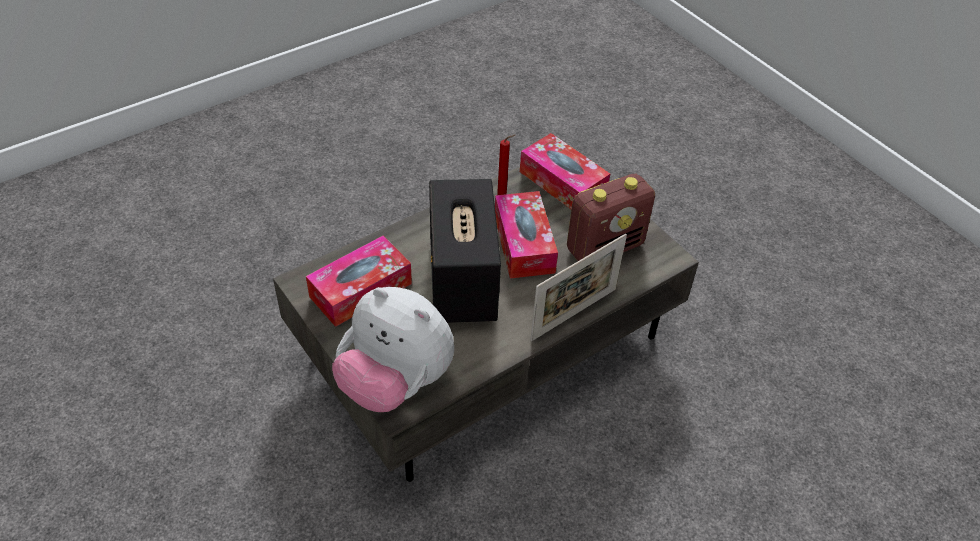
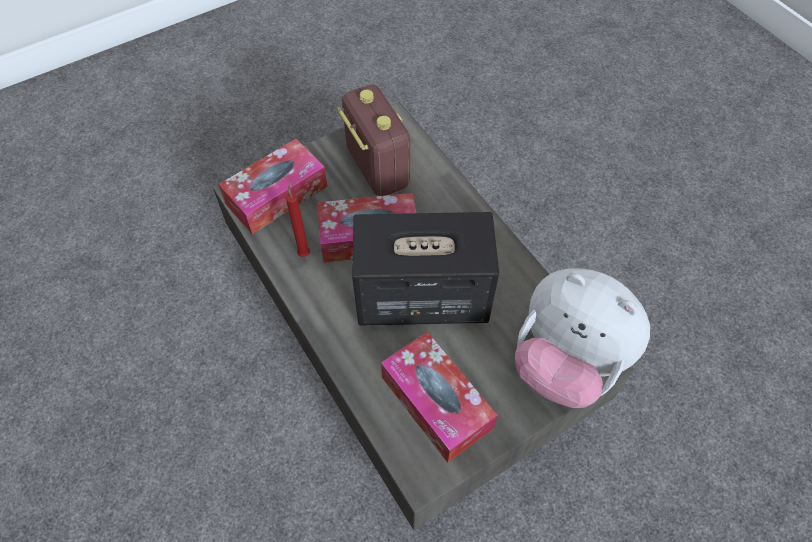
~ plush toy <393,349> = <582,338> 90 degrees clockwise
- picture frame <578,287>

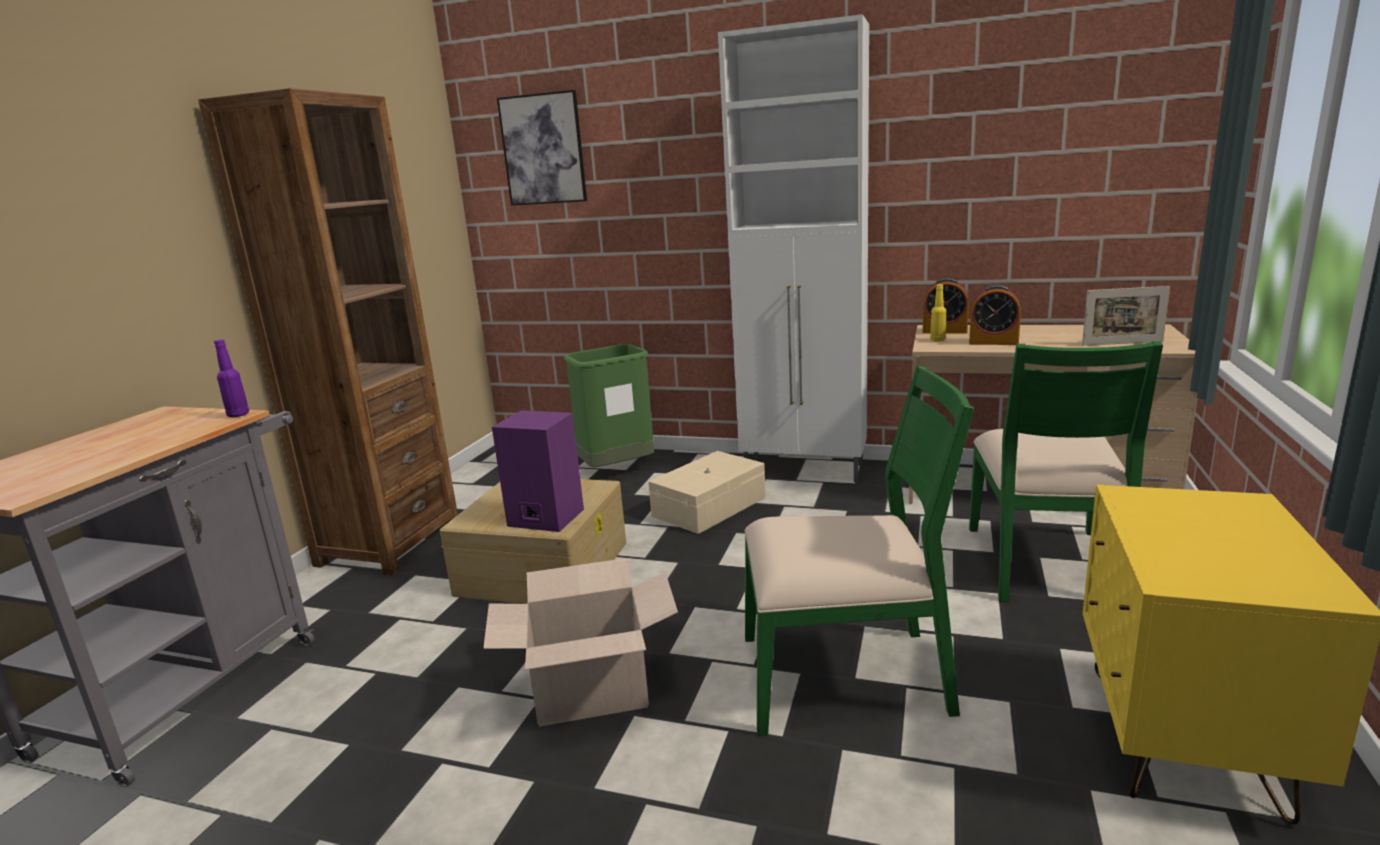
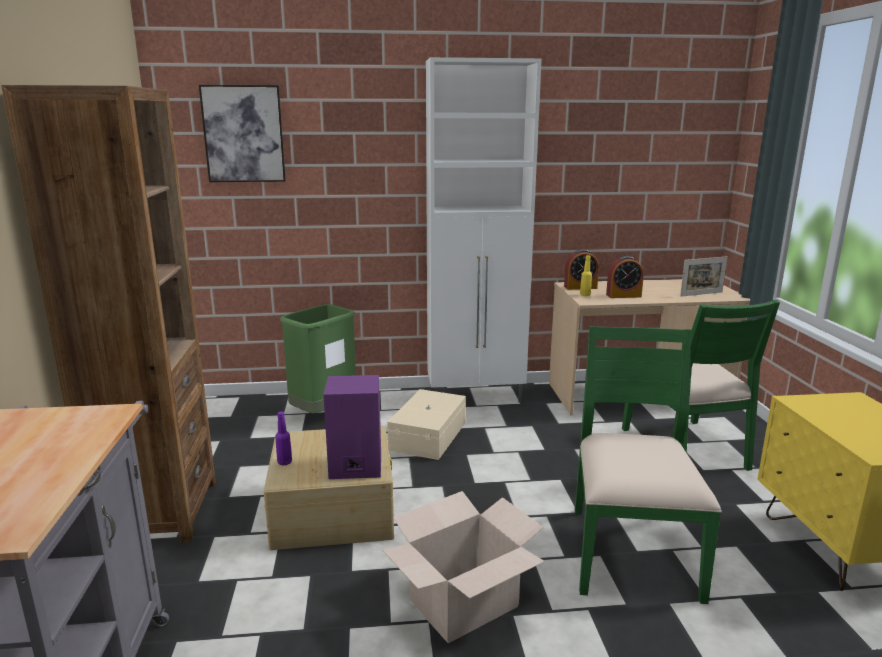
~ purple bottle <231,378> to <283,438>
~ green chair <859,550> = <648,465> 60 degrees counterclockwise

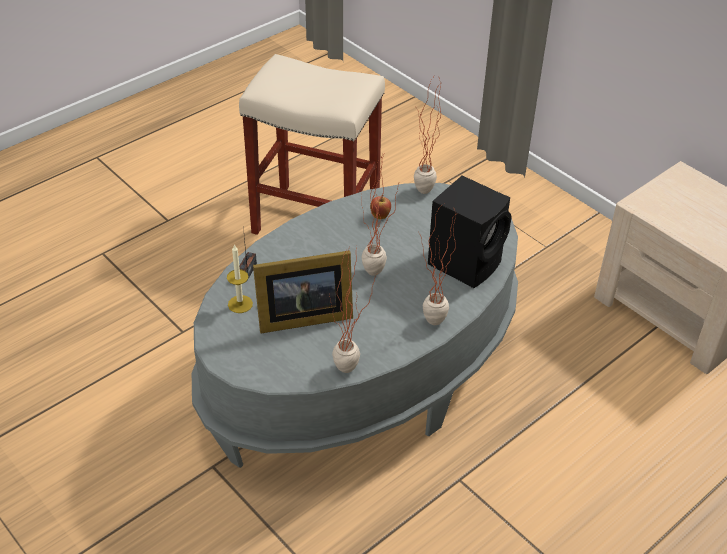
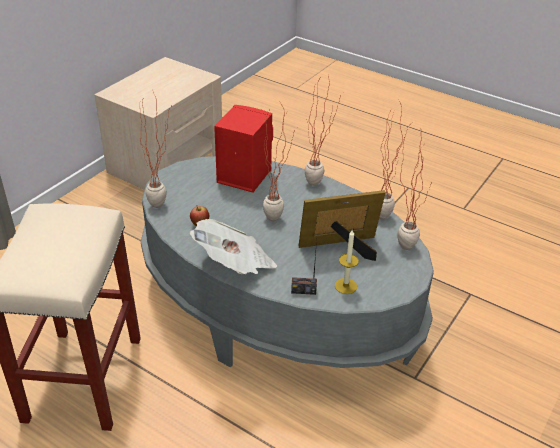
+ newspaper <233,247>
~ black speaker <470,231> to red speaker <243,149>
~ picture frame <303,291> = <342,225> 75 degrees counterclockwise
+ potted plant <413,195>

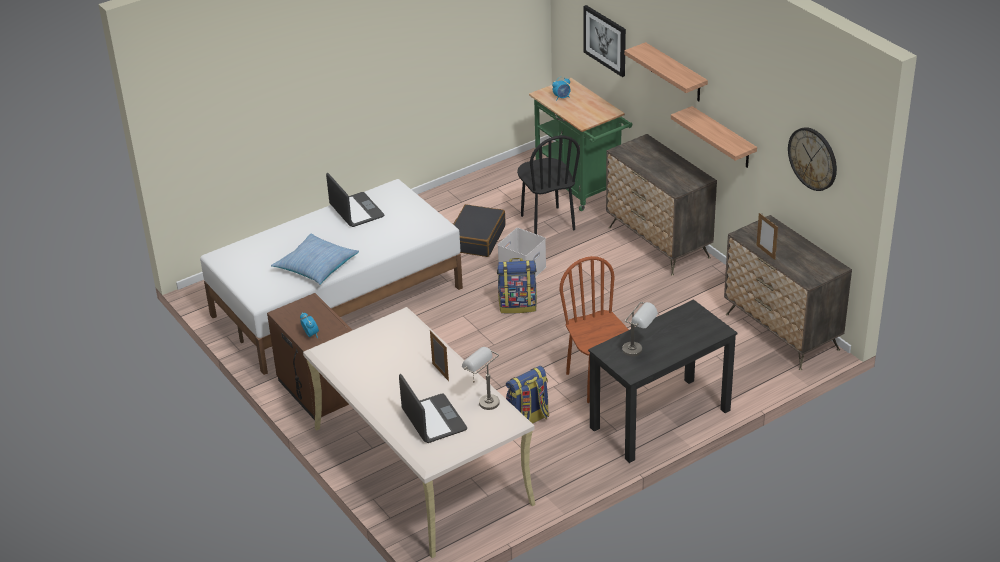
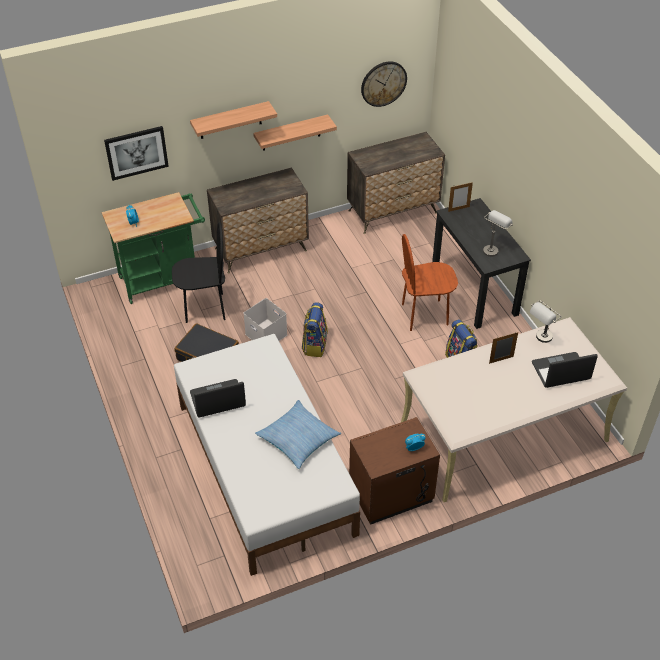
~ picture frame <767,236> to <460,197>

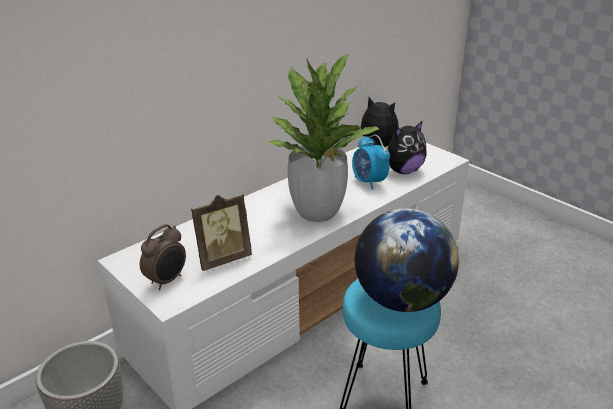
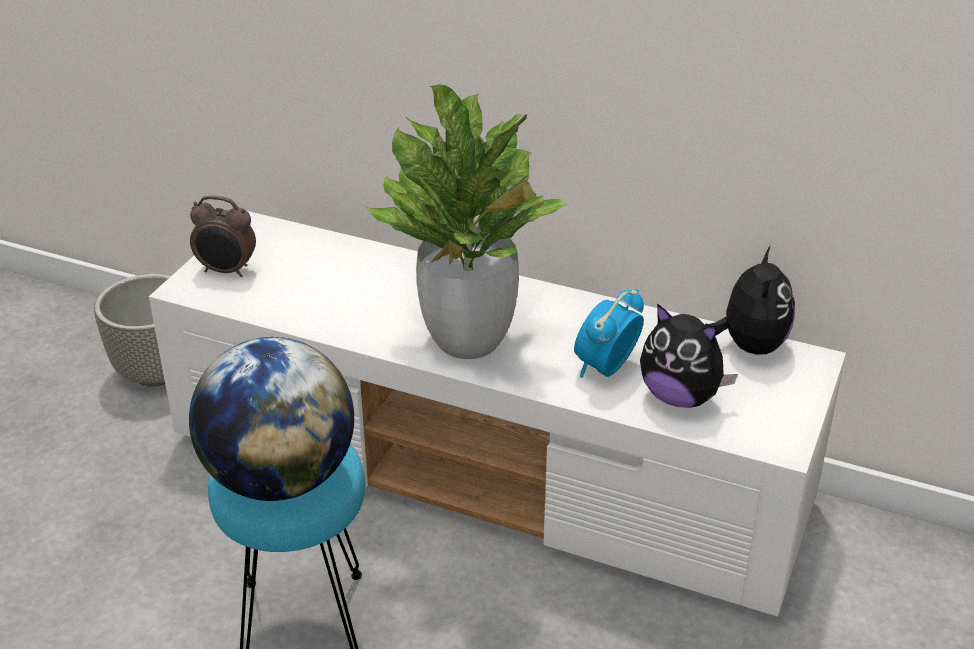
- picture frame <221,232>

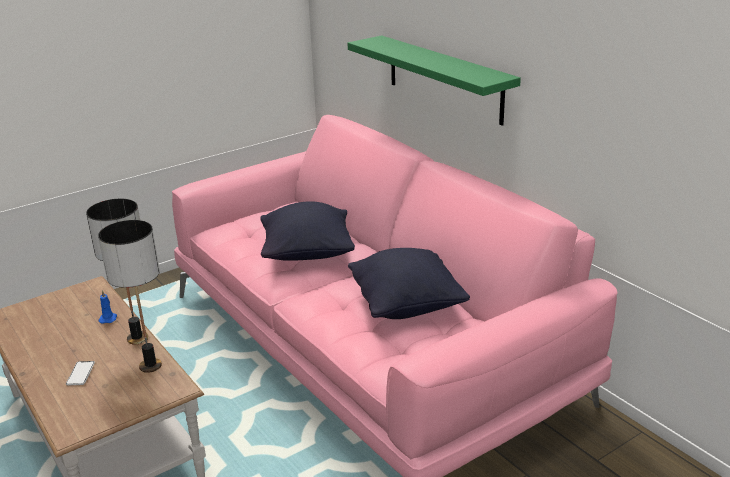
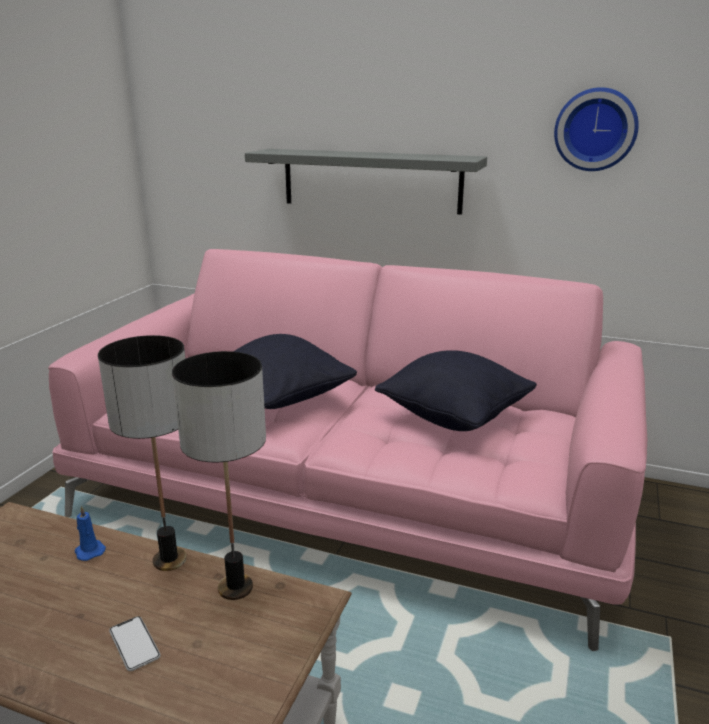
~ green shelf <434,80> to grey shelf <366,182>
+ wall clock <596,129>

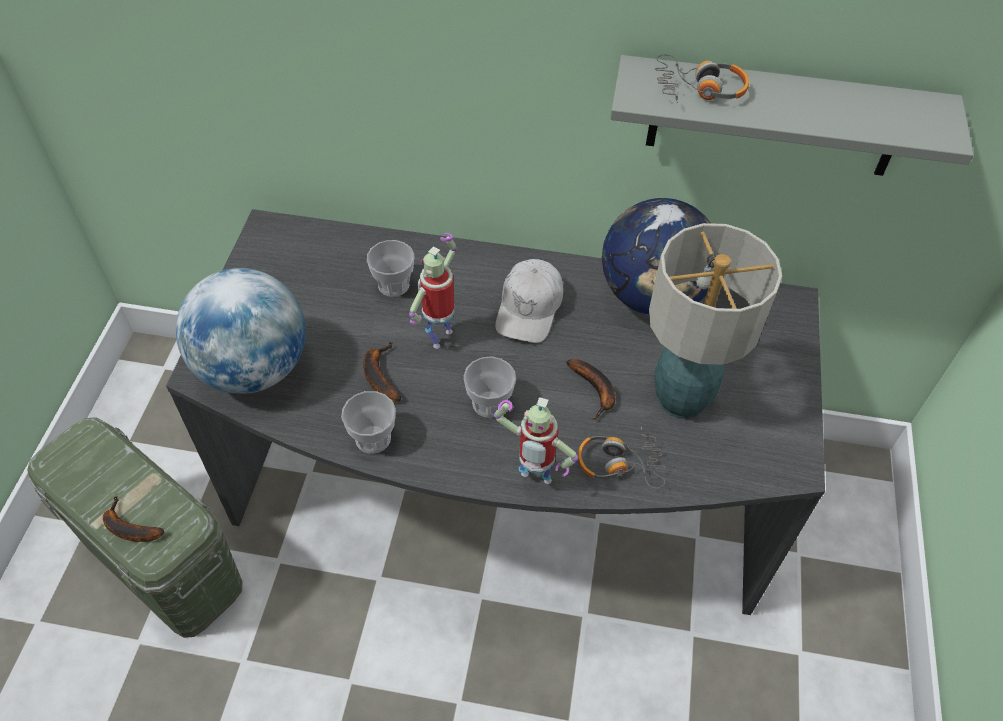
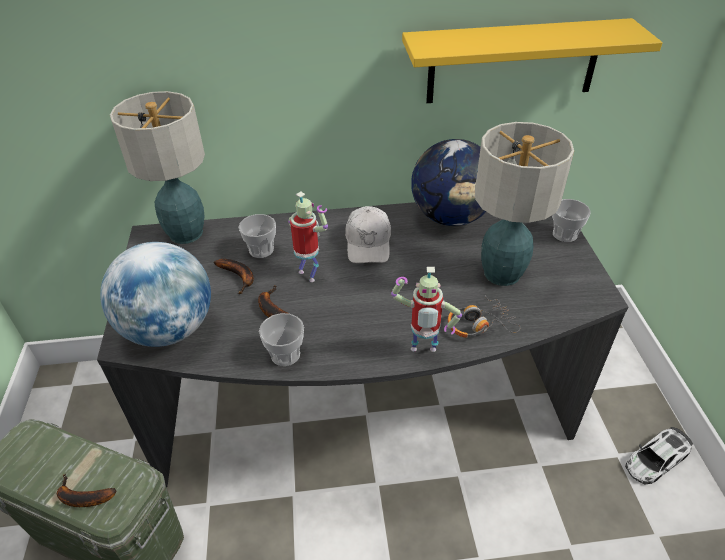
+ table lamp <157,167>
~ banana <590,389> to <234,276>
~ toy robot <433,291> = <308,237> 120 degrees clockwise
~ grey shelf <791,115> to yellow shelf <532,60>
~ cup <489,387> to <571,220>
+ toy car <659,456>
- headphones <702,78>

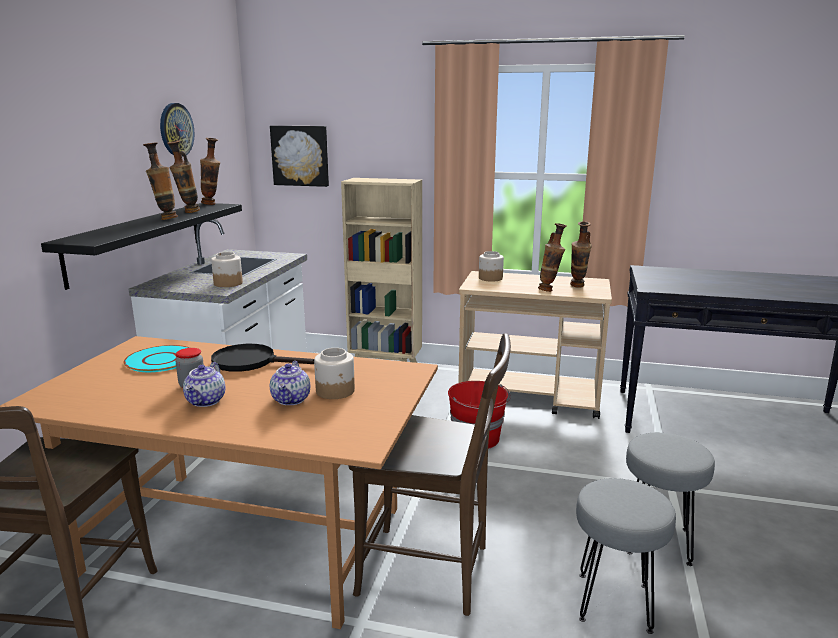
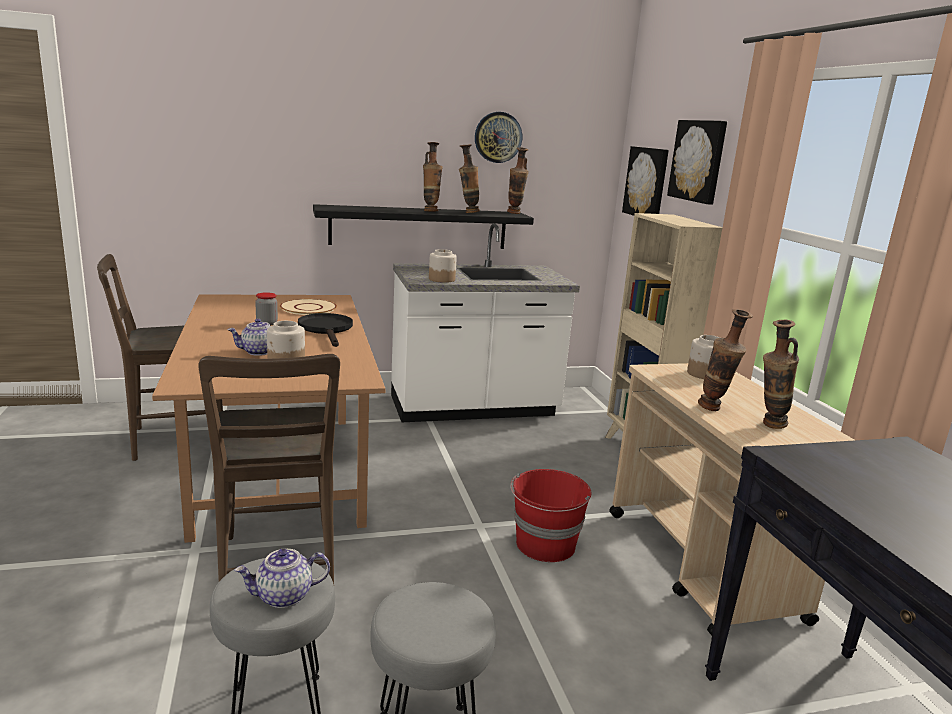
~ teapot <204,384> to <282,578>
~ turquoise plate <156,358> to beige plate <308,307>
+ picture <697,162>

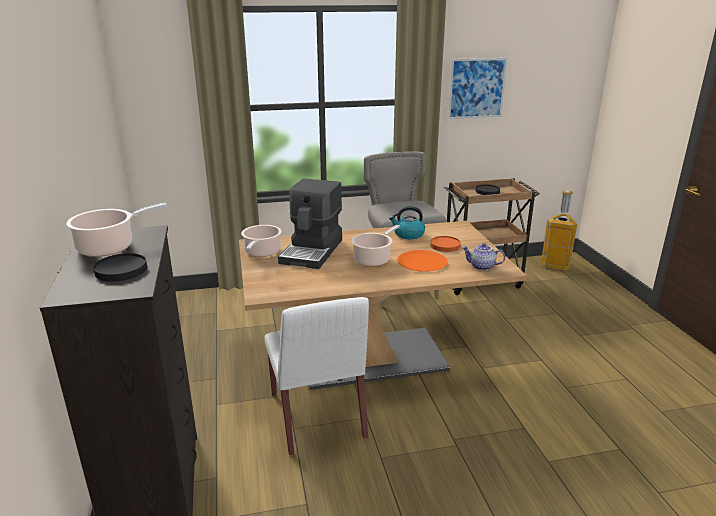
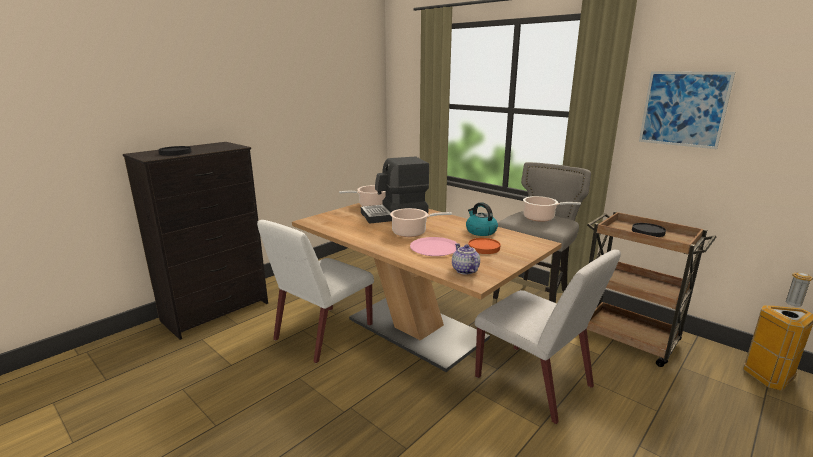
~ orange plate <422,261> to pink plate <434,246>
+ white chair <548,337>
~ cooking pot <116,230> to <552,209>

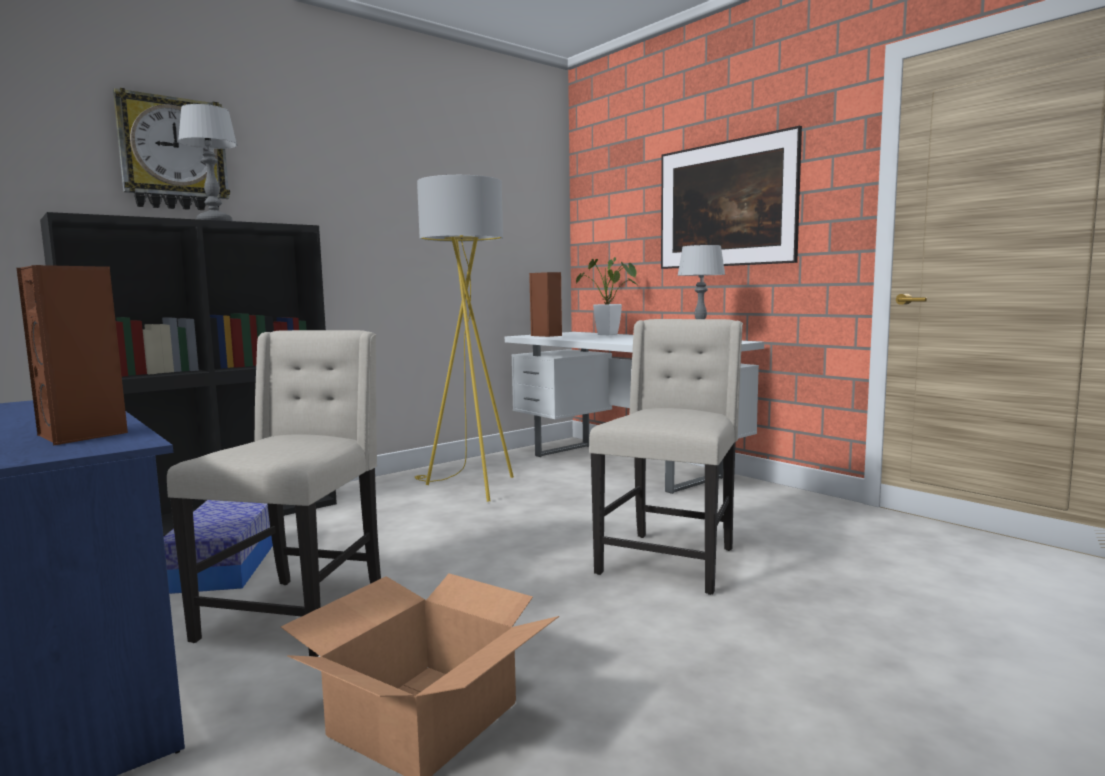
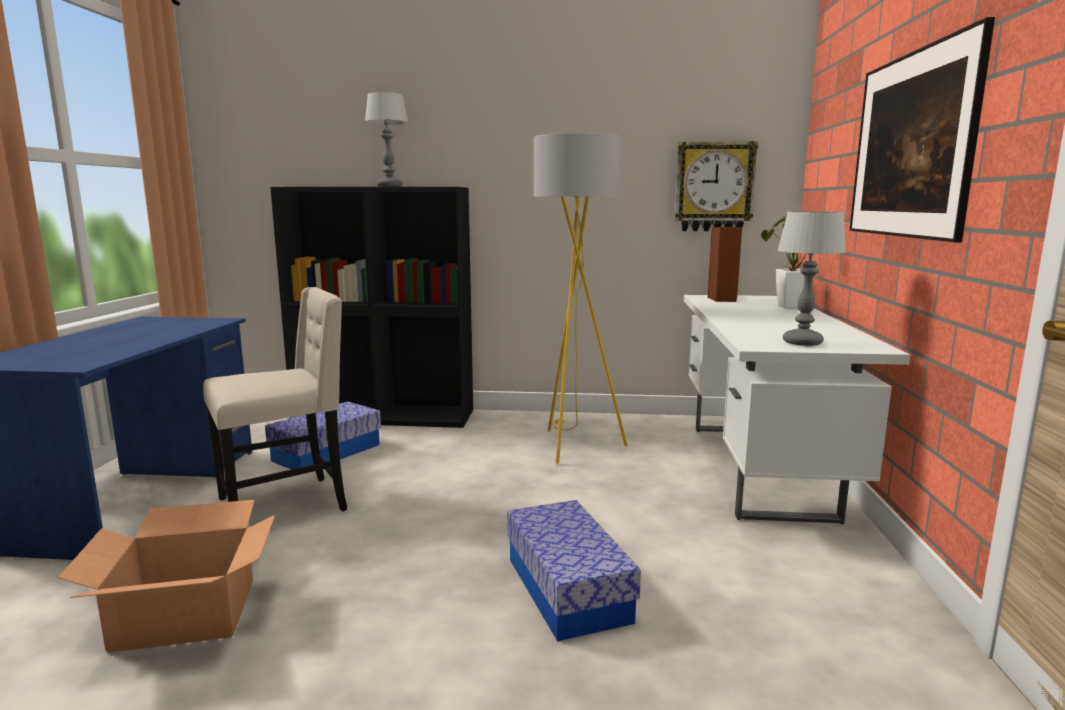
~ beige chair <666,457> to storage box <574,570>
~ wall clock <171,149> to <716,186>
- brown speaker <72,355>

